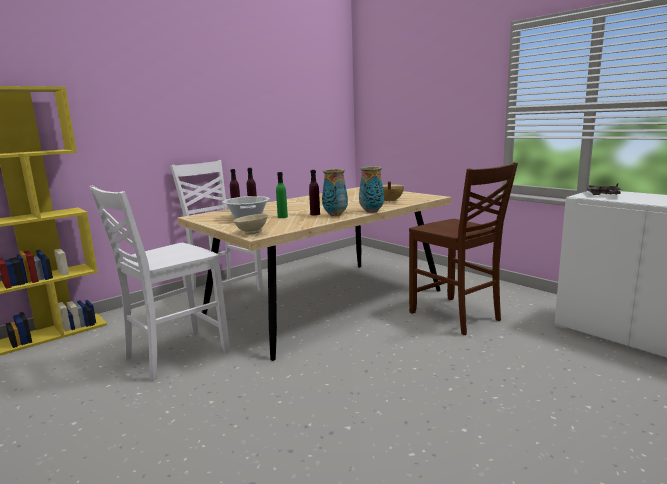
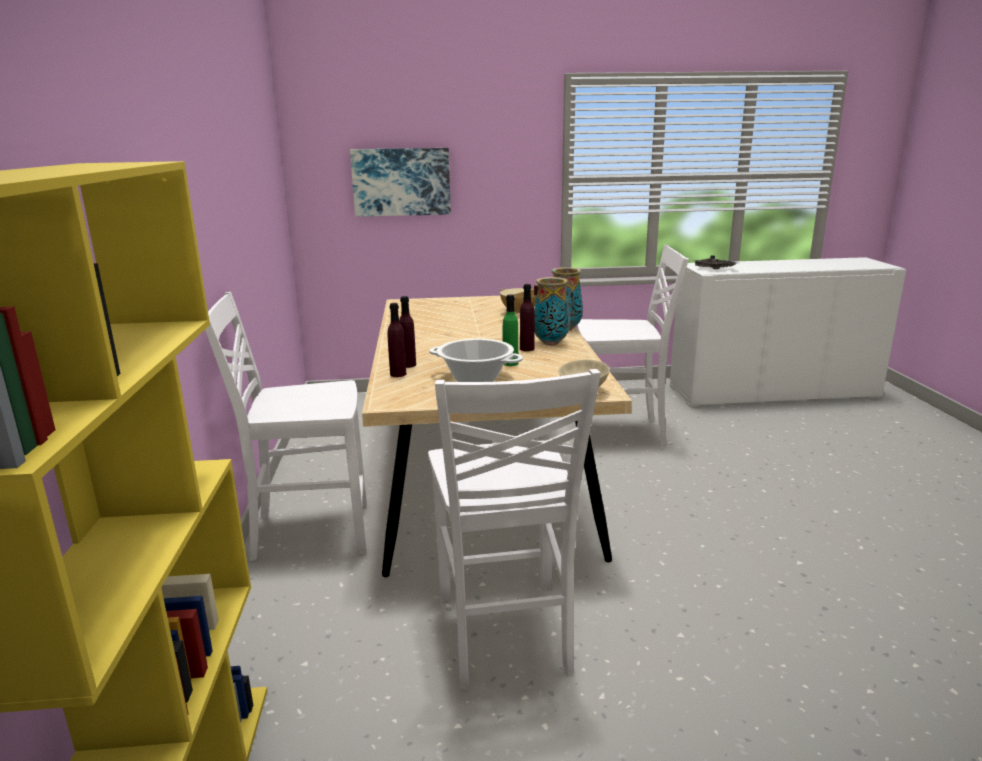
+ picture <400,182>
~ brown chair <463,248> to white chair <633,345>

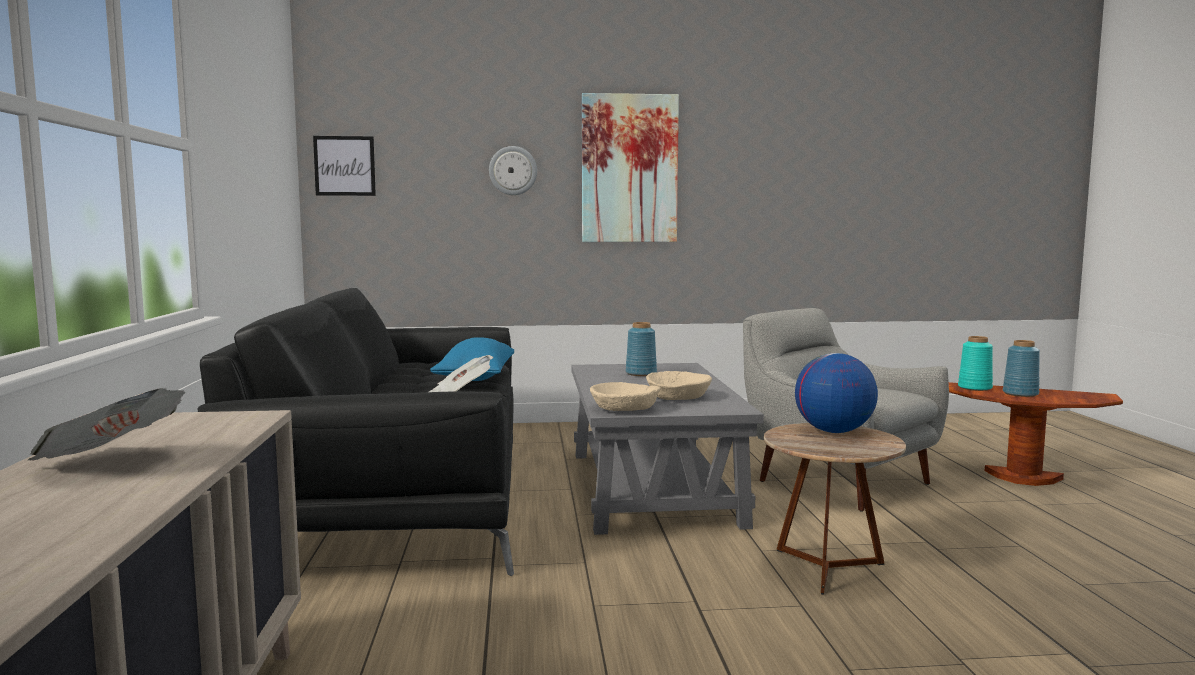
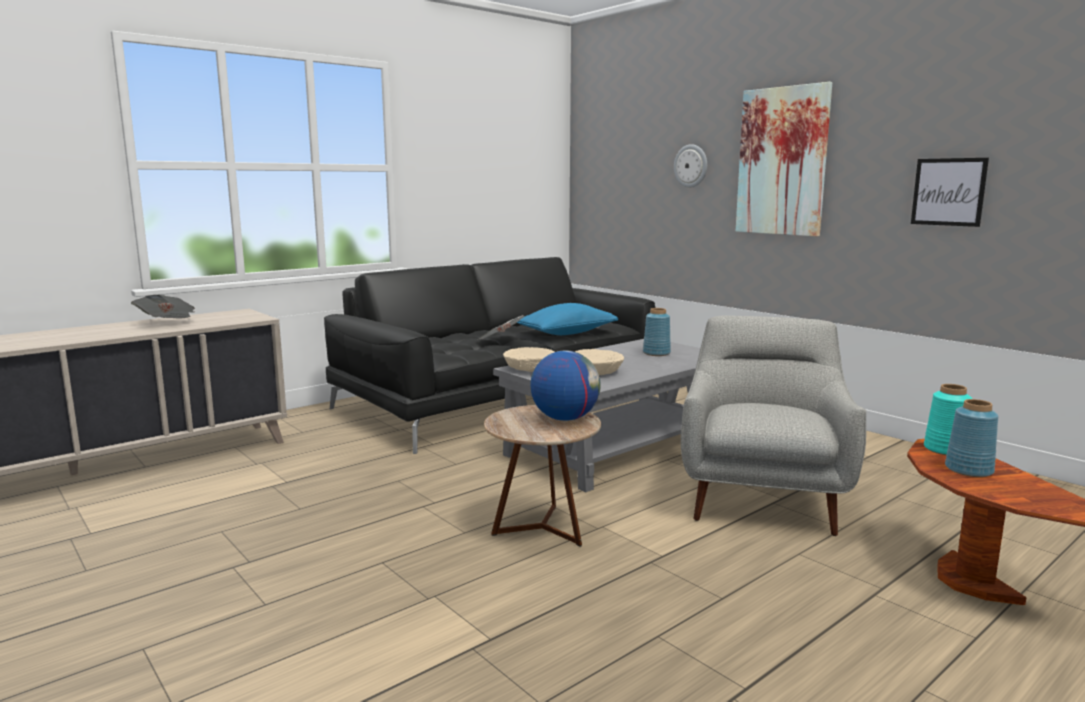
~ picture <344,166> to <950,192>

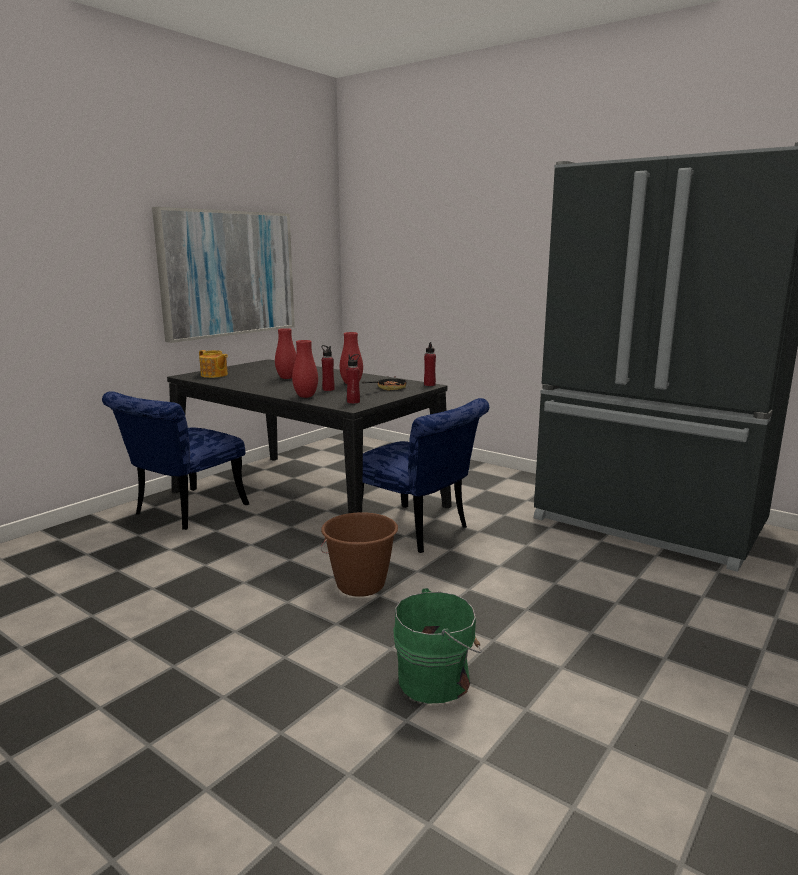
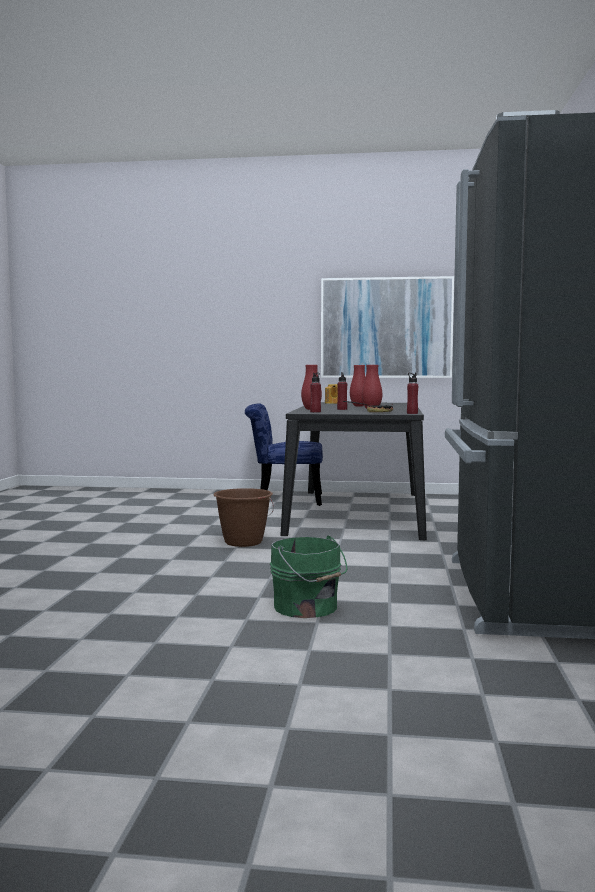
~ green bucket <437,646> to <308,576>
- blue chair <425,475>

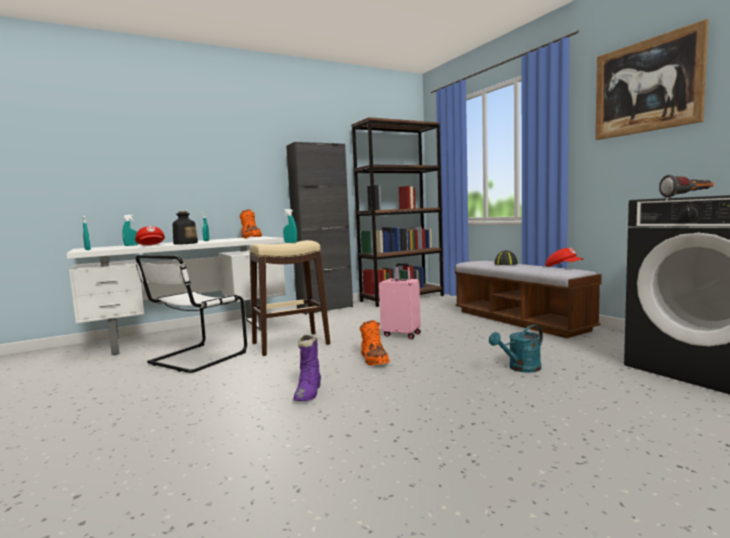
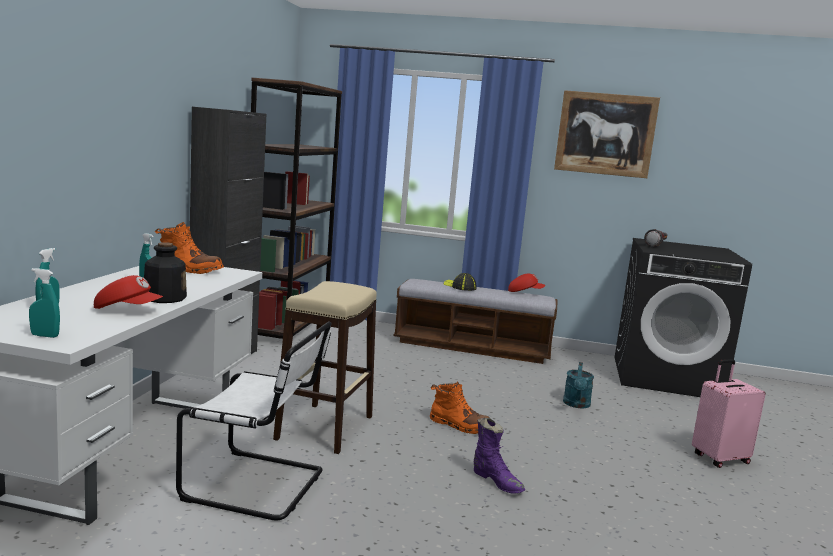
~ white chair <191,314> = <254,420> 60 degrees counterclockwise
~ pink suitcase <400,301> to <729,413>
- turquoise spray bottle <290,226>

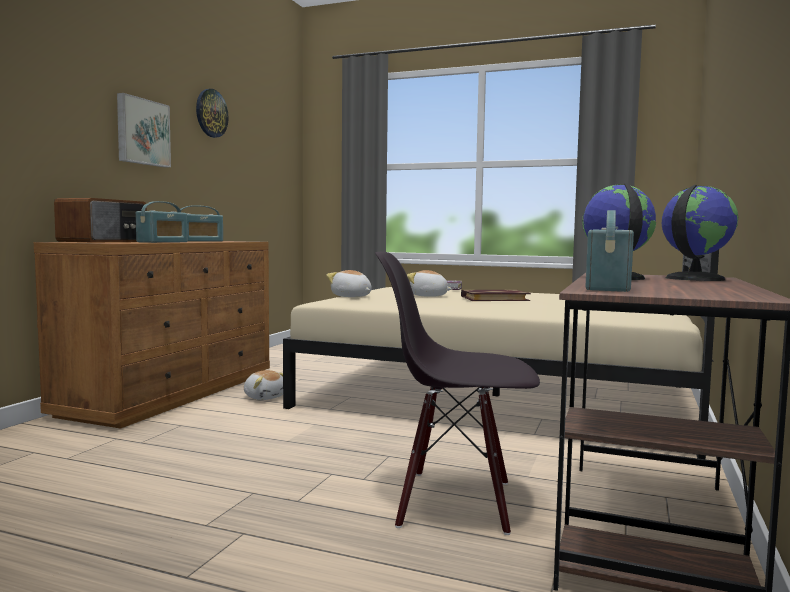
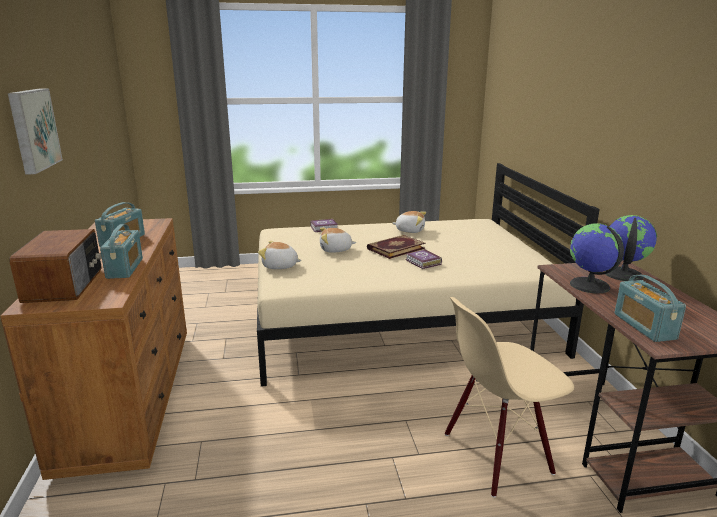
~ plush toy <263,385> to <409,222>
+ book <423,259>
~ black chair <457,393> to beige chair <509,397>
- wall clock <212,113>

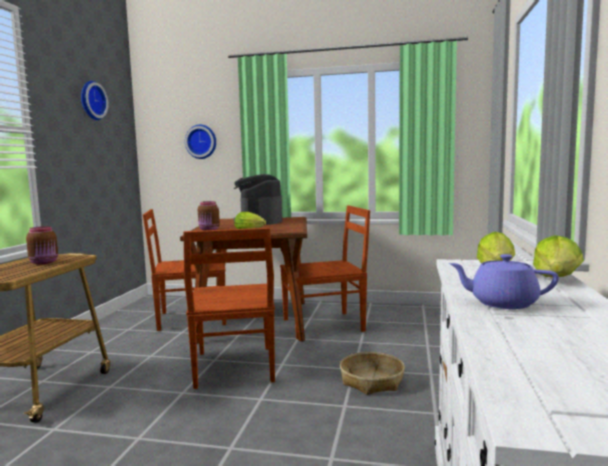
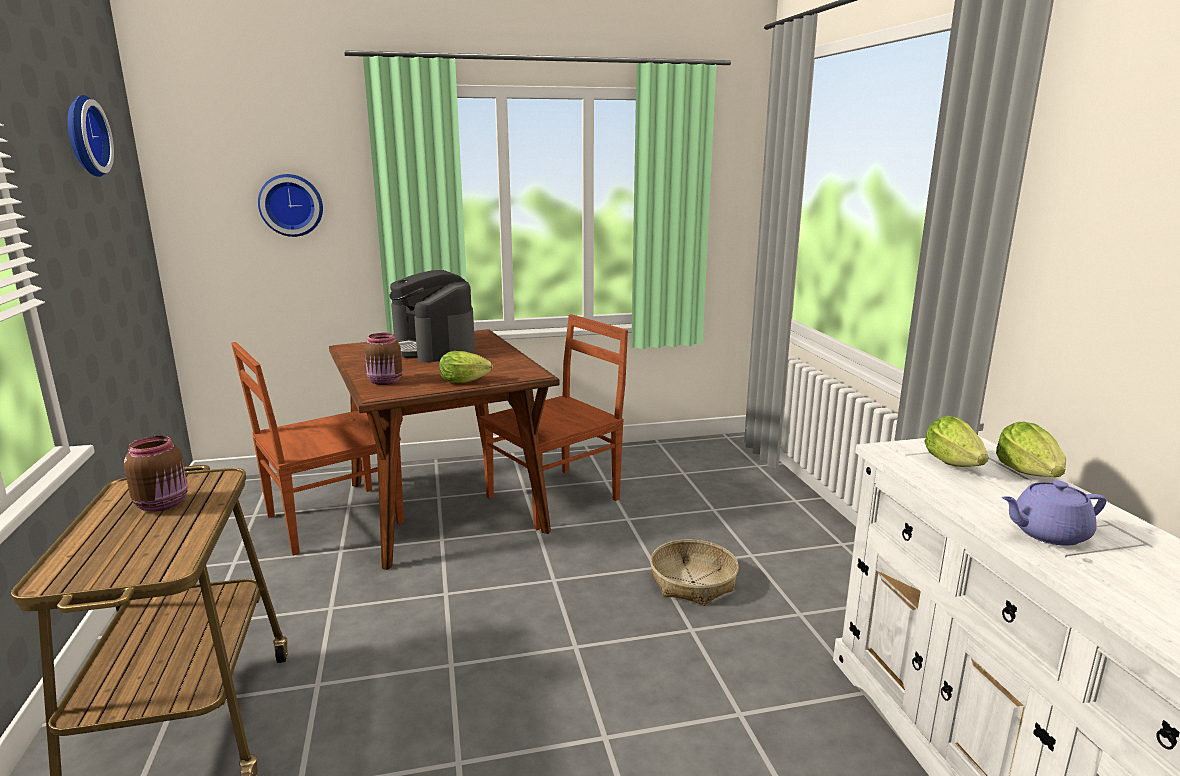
- brown chair <229,308>

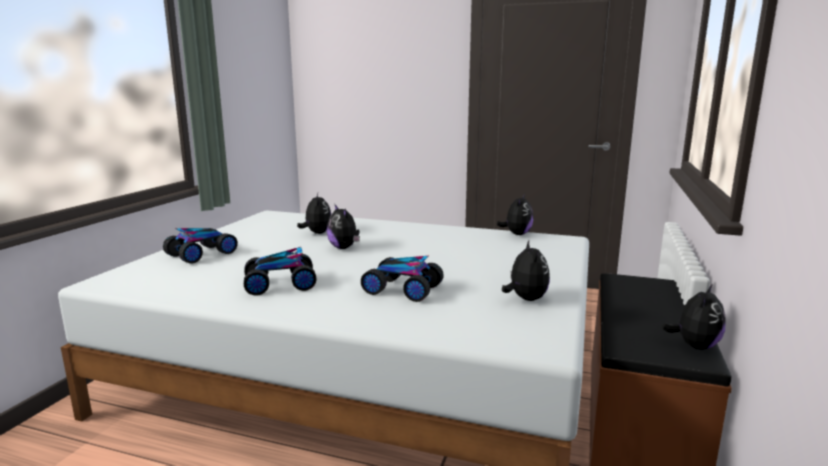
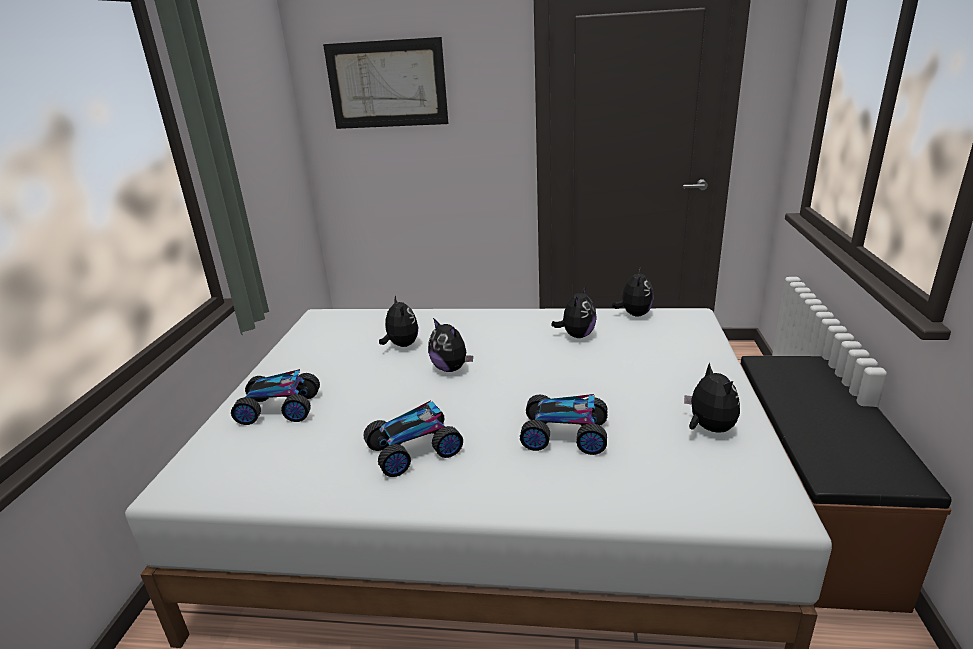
~ toy car <200,246> = <275,397> 120 degrees counterclockwise
+ picture <386,83>
~ plush toy <693,317> to <574,312>

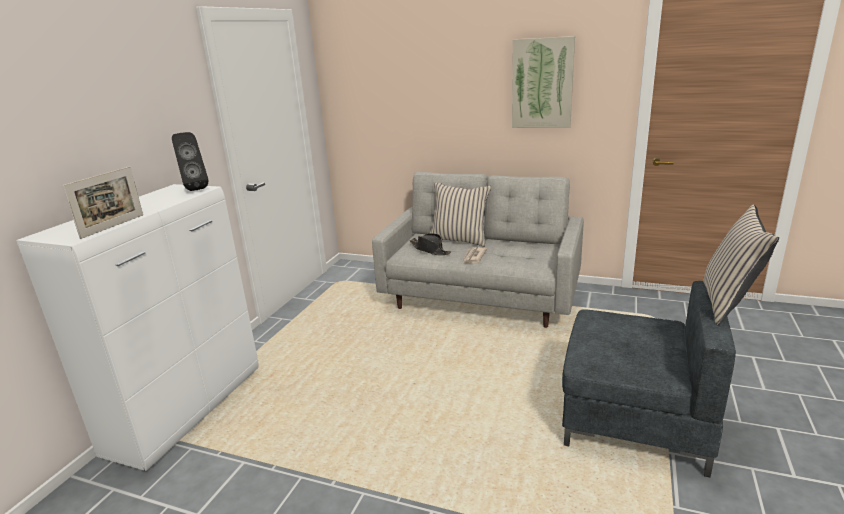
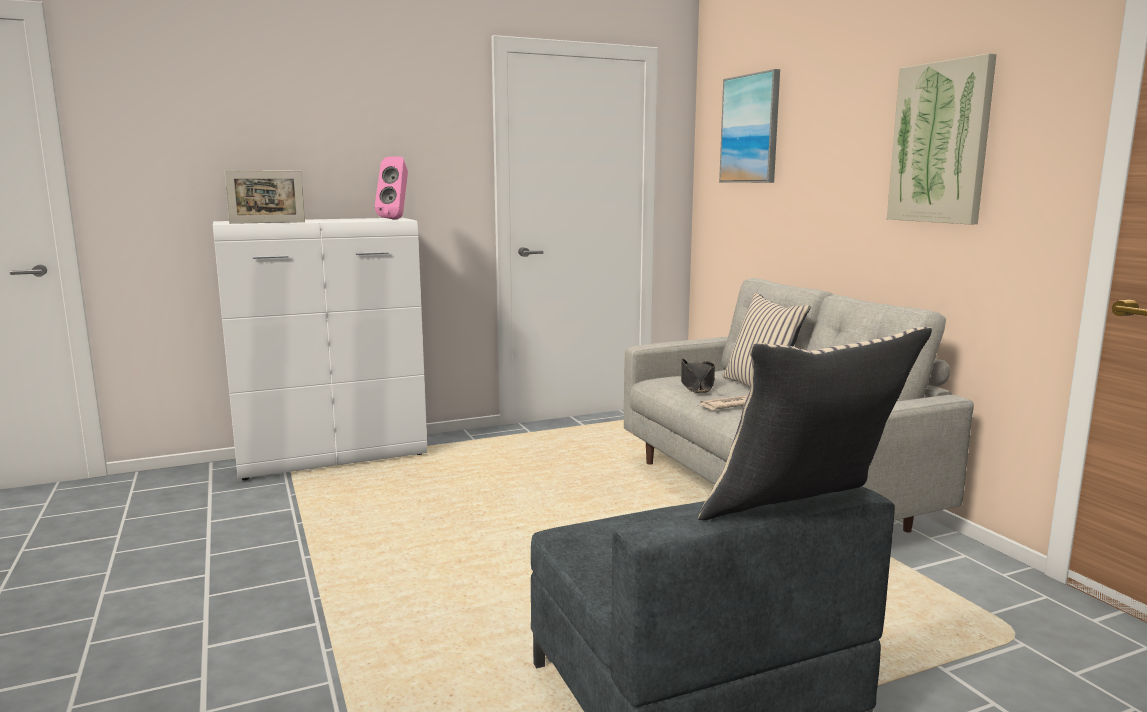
~ black speaker <190,161> to pink speaker <391,188>
+ picture <749,126>

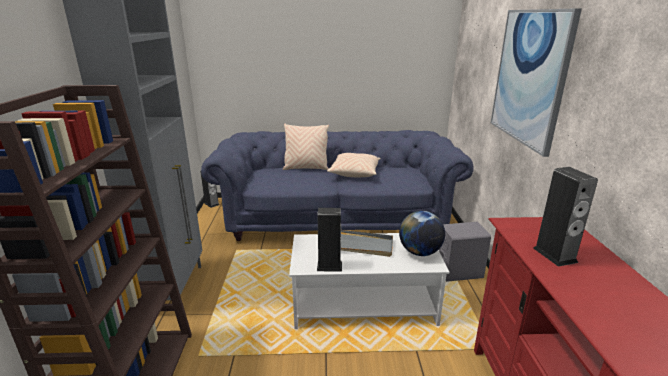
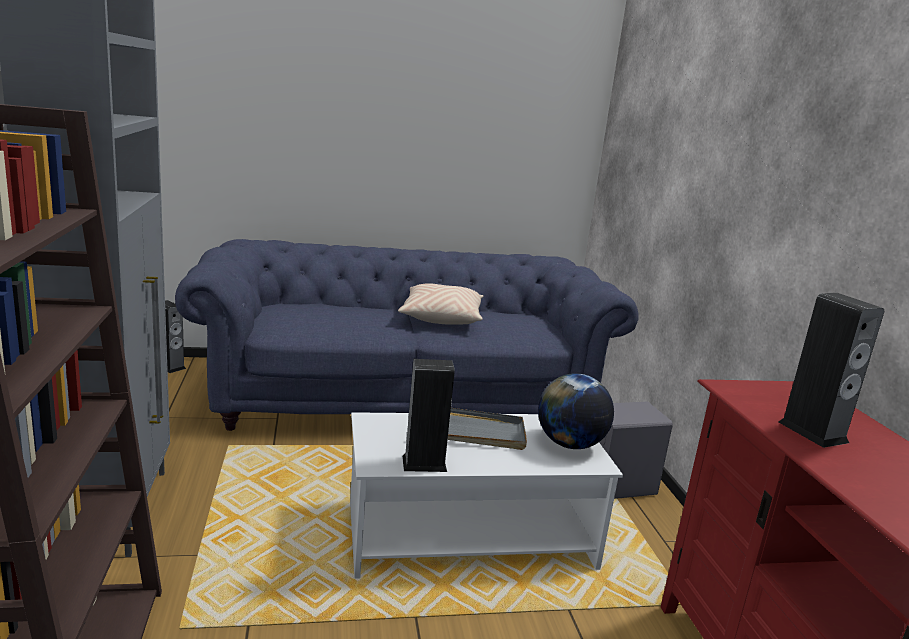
- beige pillow <306,146>
- picture <536,82>

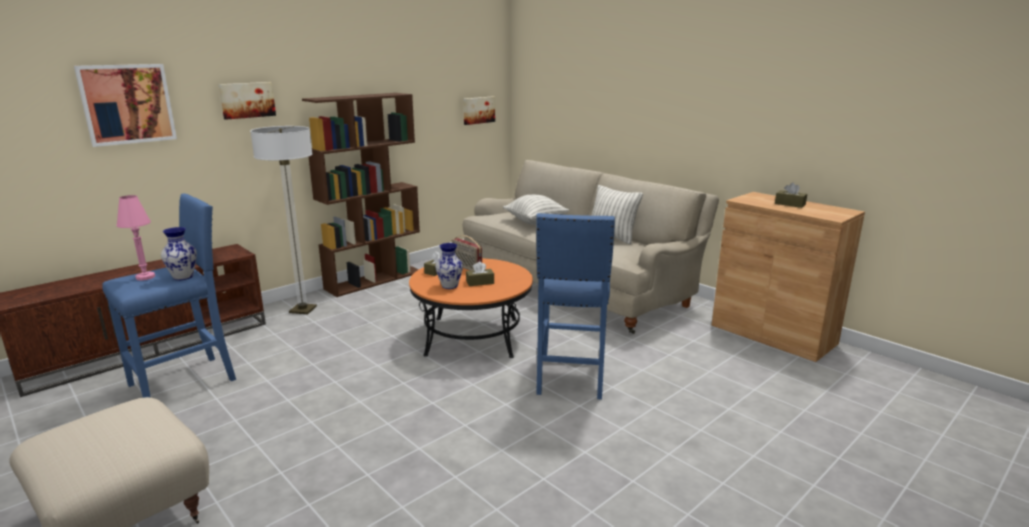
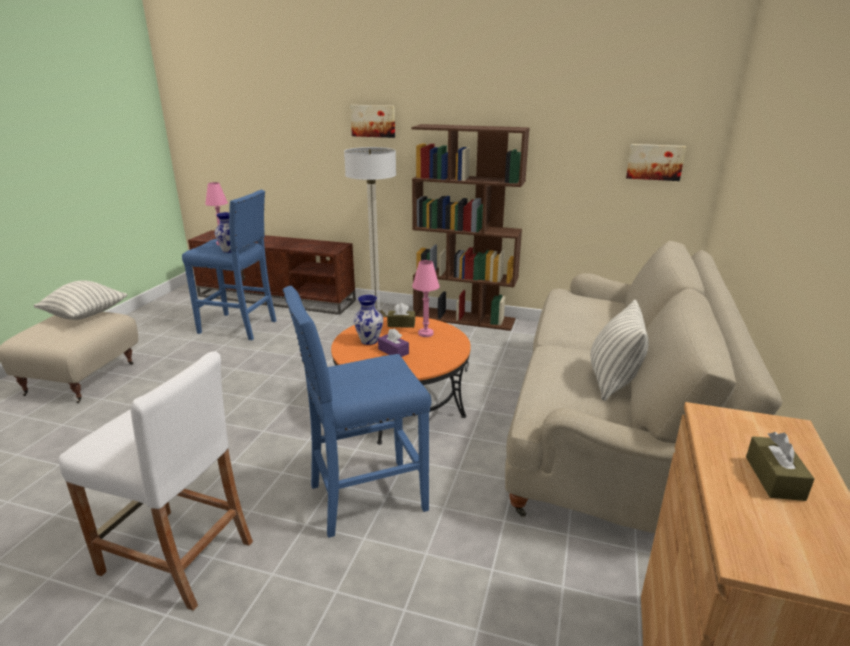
~ pillow <536,210> to <81,300>
+ white stool <155,481>
~ brown tissue box <480,273> to purple tissue box <393,342>
~ radio <467,253> to pink table lamp <426,298>
- picture <125,105>

